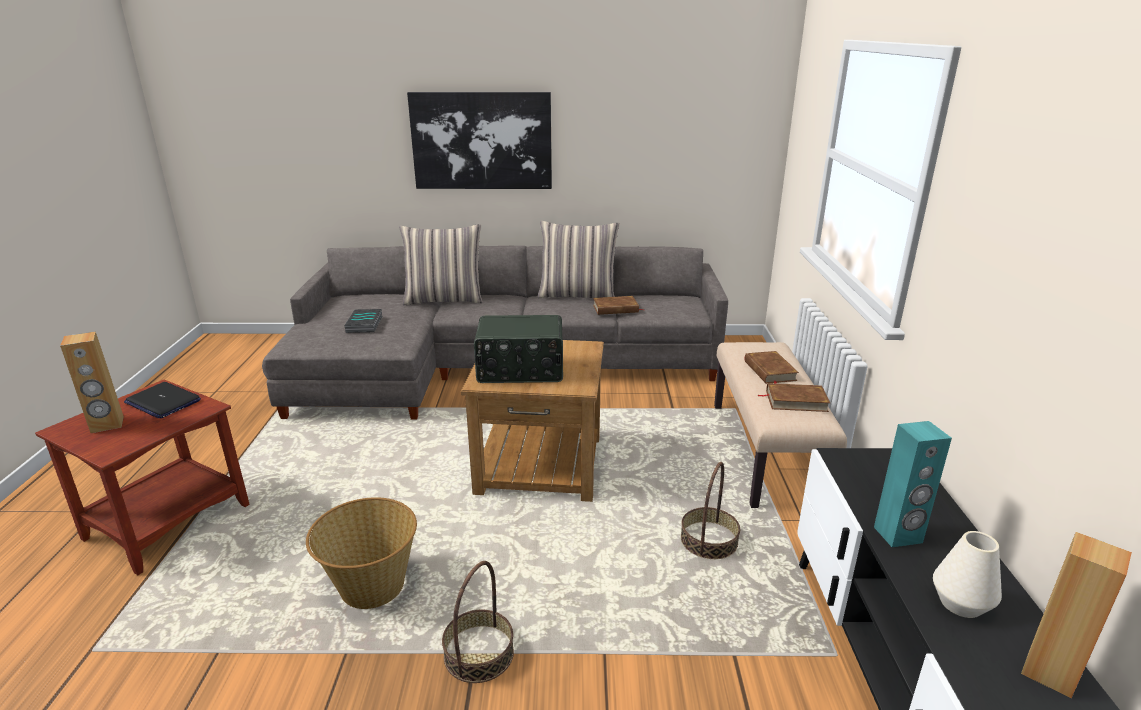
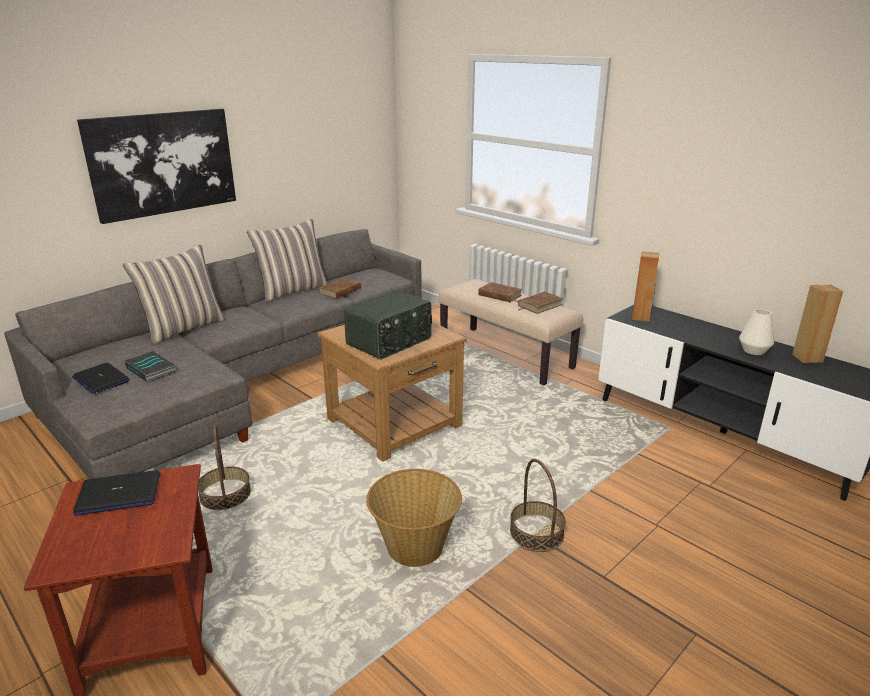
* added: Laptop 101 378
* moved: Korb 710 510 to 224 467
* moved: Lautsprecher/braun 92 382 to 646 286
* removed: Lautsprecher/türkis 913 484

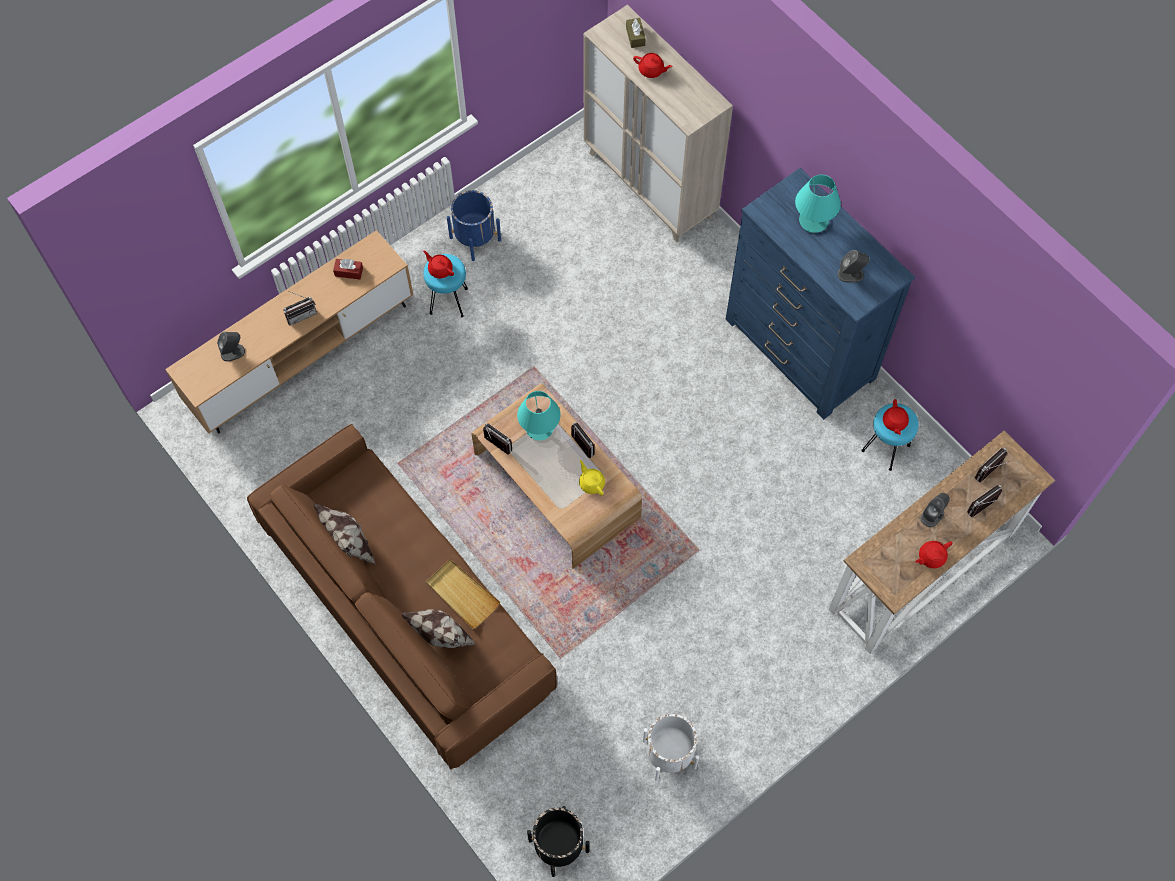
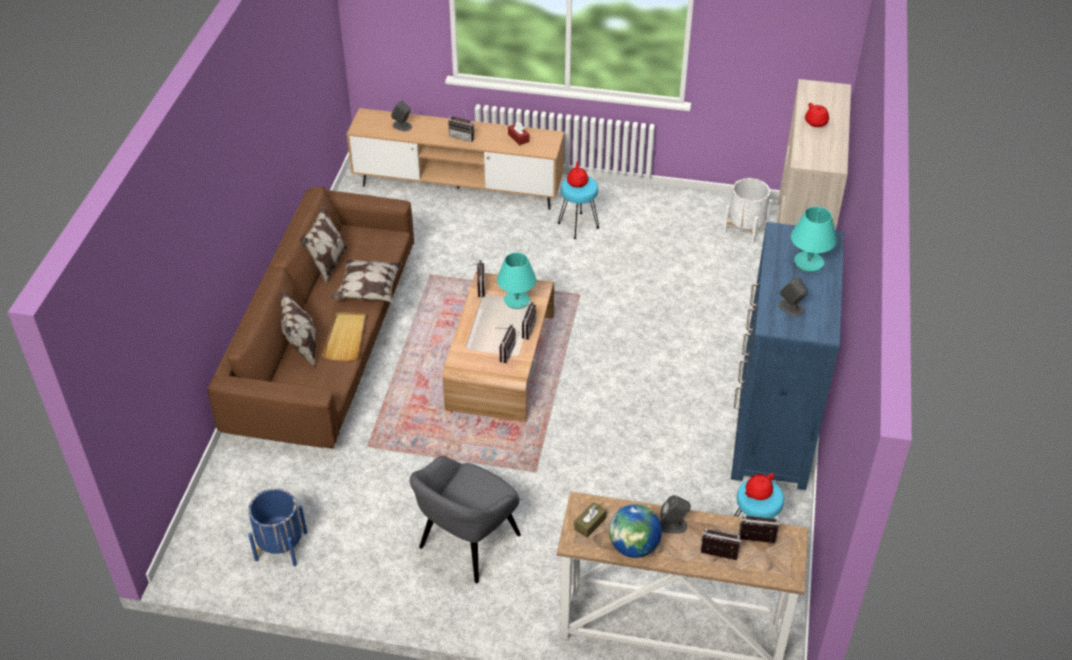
* moved: Pflanzkübel/blau 474 225 to 277 527
* added: Kissen 366 280
* added: Sessel/grau 465 519
* replaced: Teekanne/gelb 592 478 to Radio 507 343
* moved: Taschentuchbox/braun 636 33 to 590 520
* replaced: Teekanne/rot 933 554 to Globus 635 531
* moved: Pflanzkübel/weiß 671 747 to 747 211
* removed: Pflanzkübel/schwarz 558 841

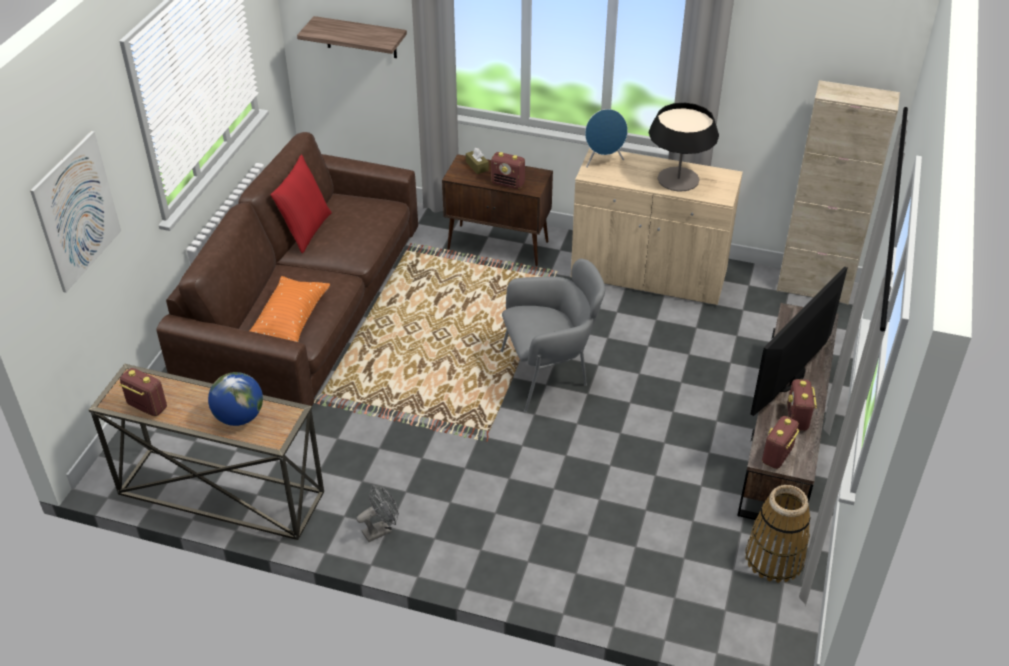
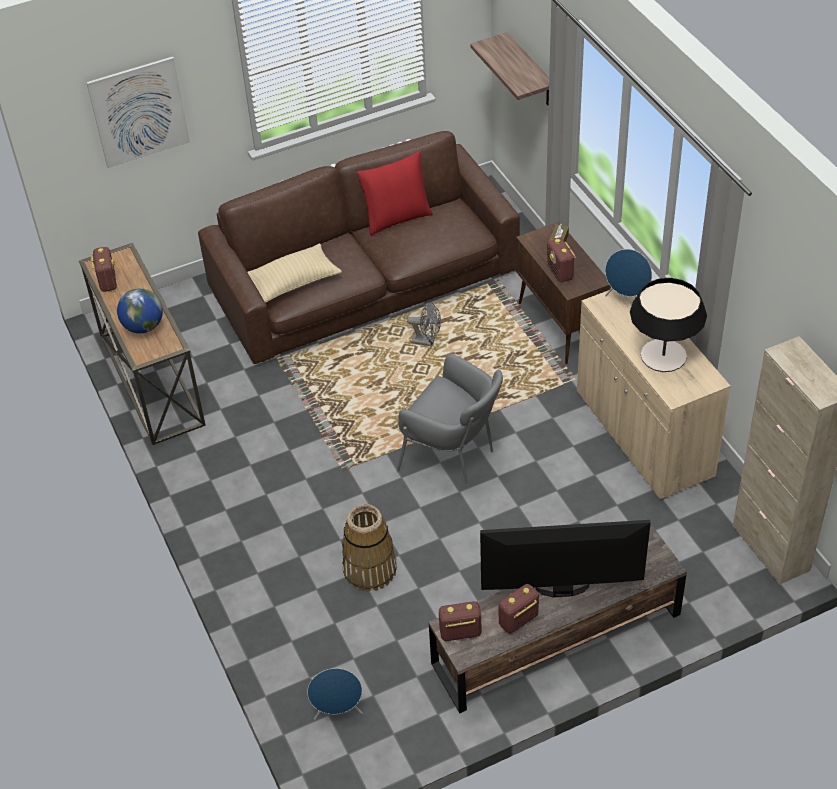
* recoloured: Kissen/orange 289 309 to Kissen/beige 294 273
* added: Lautsprecher/blau 335 694
* moved: Korb 778 534 to 369 548
* moved: Ventilator/grau 377 513 to 424 324

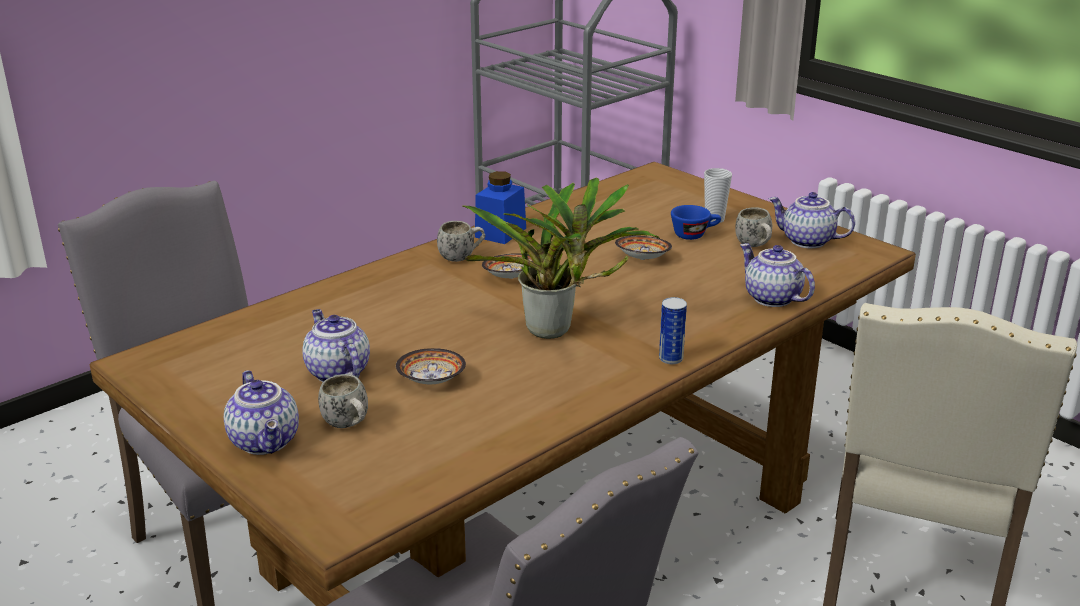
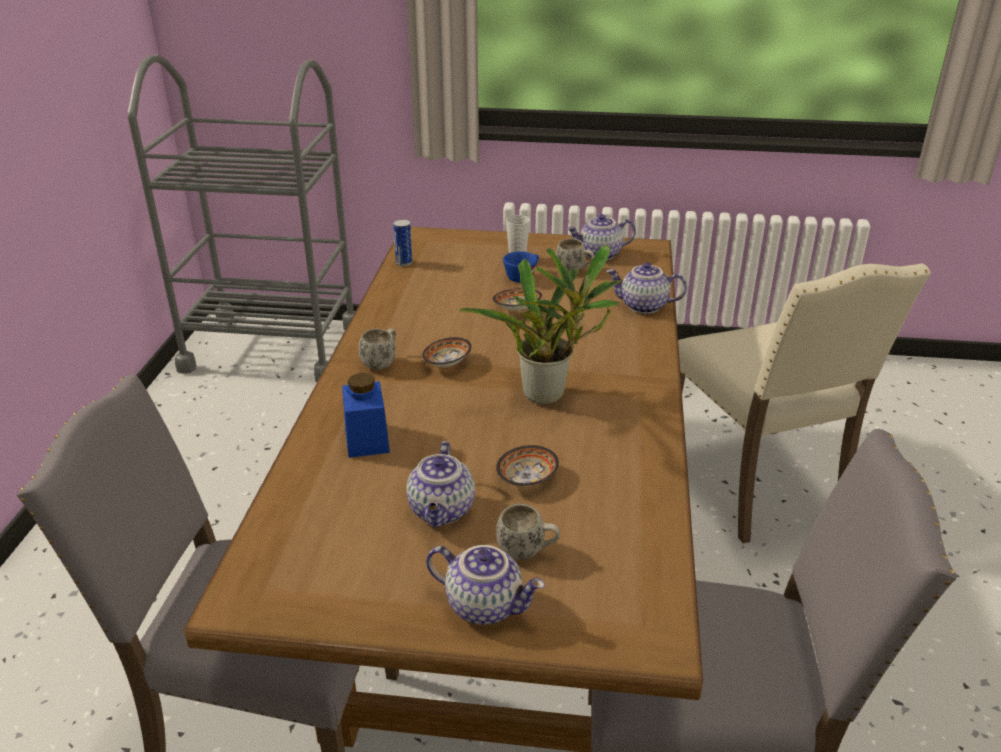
* moved: Vorratsglas/blau 500 207 to 366 415
* moved: Dose 673 330 to 403 242
* turned: Teekanne 336 345 = 440 484 105 degrees counterclockwise

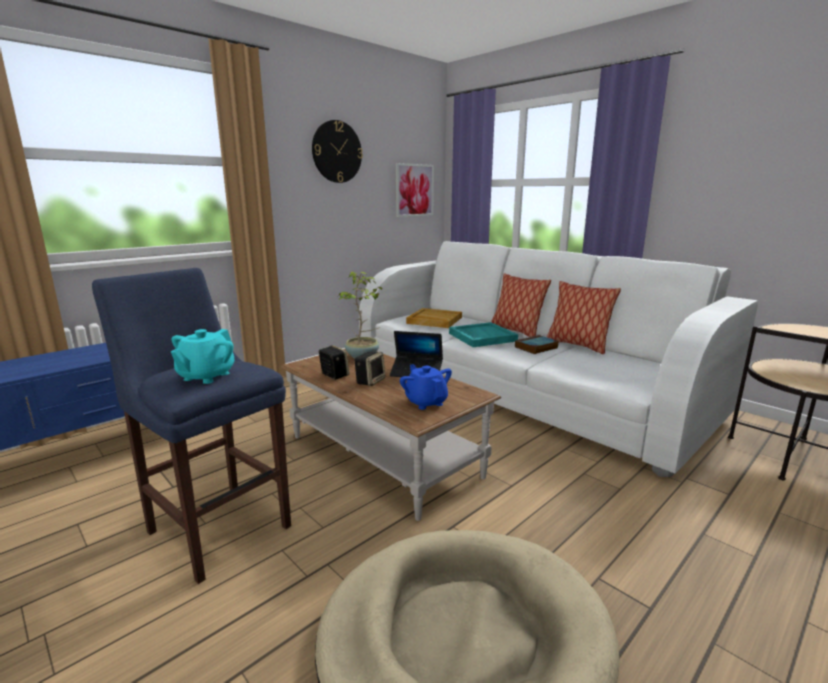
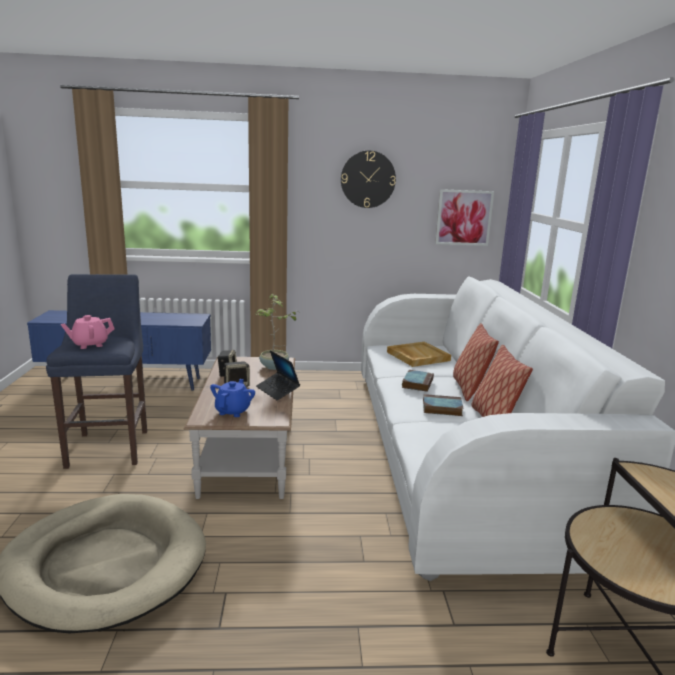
* recoloured: Teekanne/türkis 203 356 to Teekanne/rosa 88 332
* replaced: Tablett/türkis 483 334 to Buch 418 381

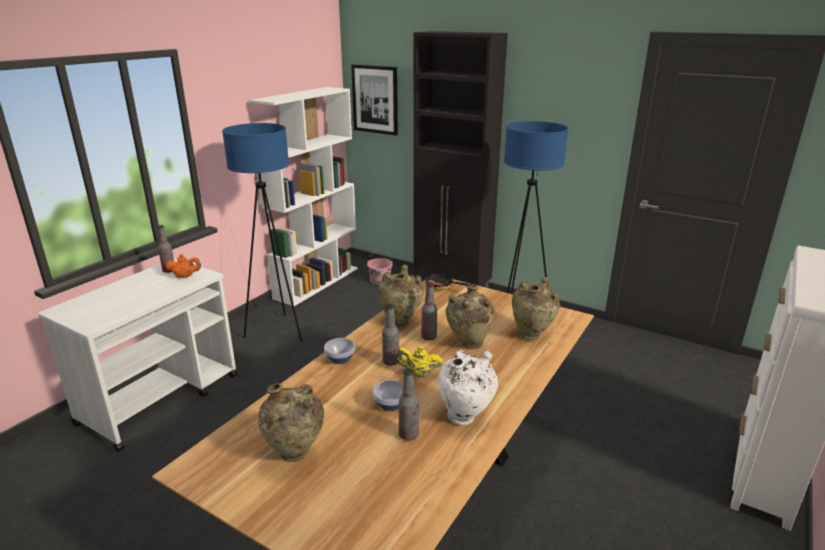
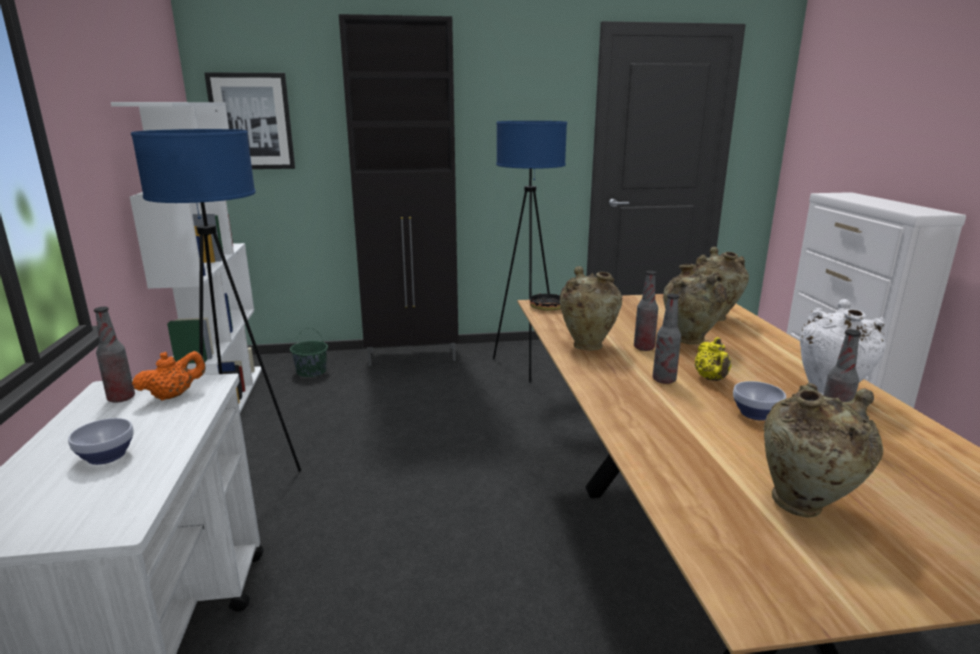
* moved: Schüssel 339 351 to 101 441
* recoloured: Eimer/rosa 380 267 to Eimer/grün 309 352
* turned: Teekanne/gelb 419 362 = 713 359 60 degrees counterclockwise

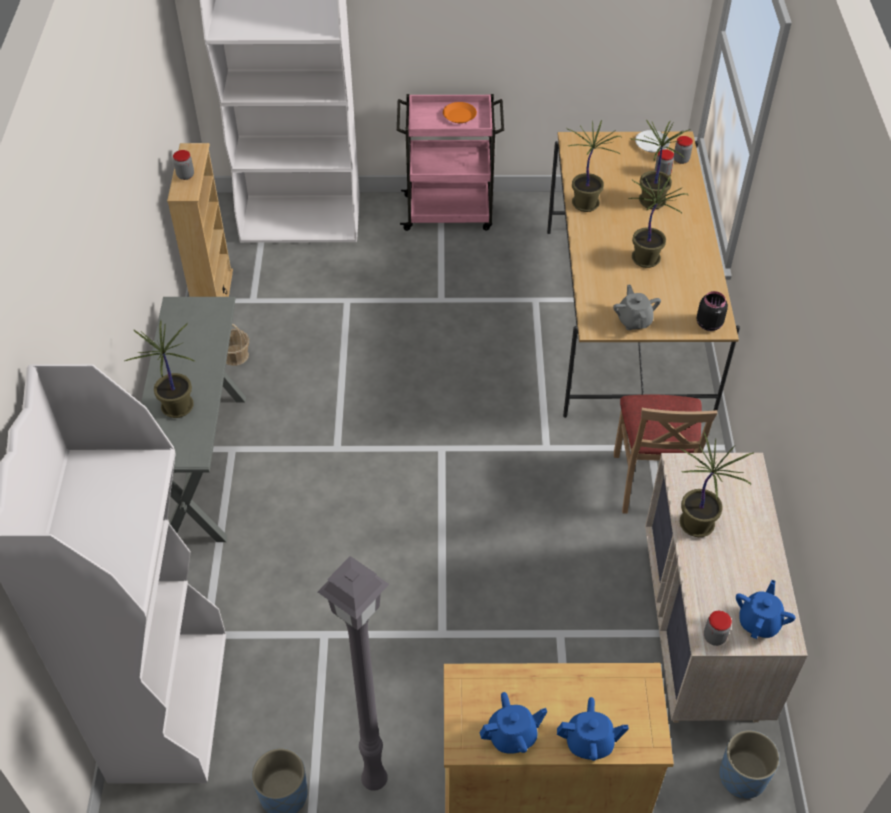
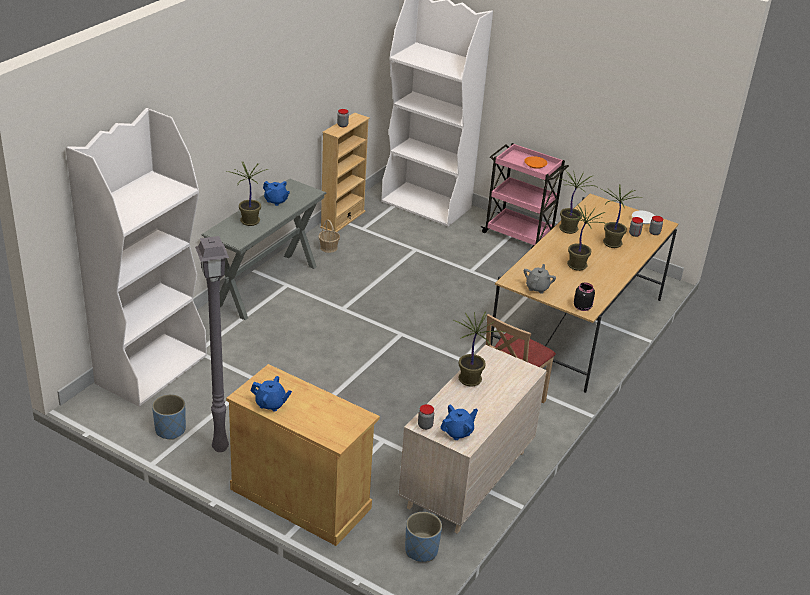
* moved: Teekanne/blau 593 729 to 276 193

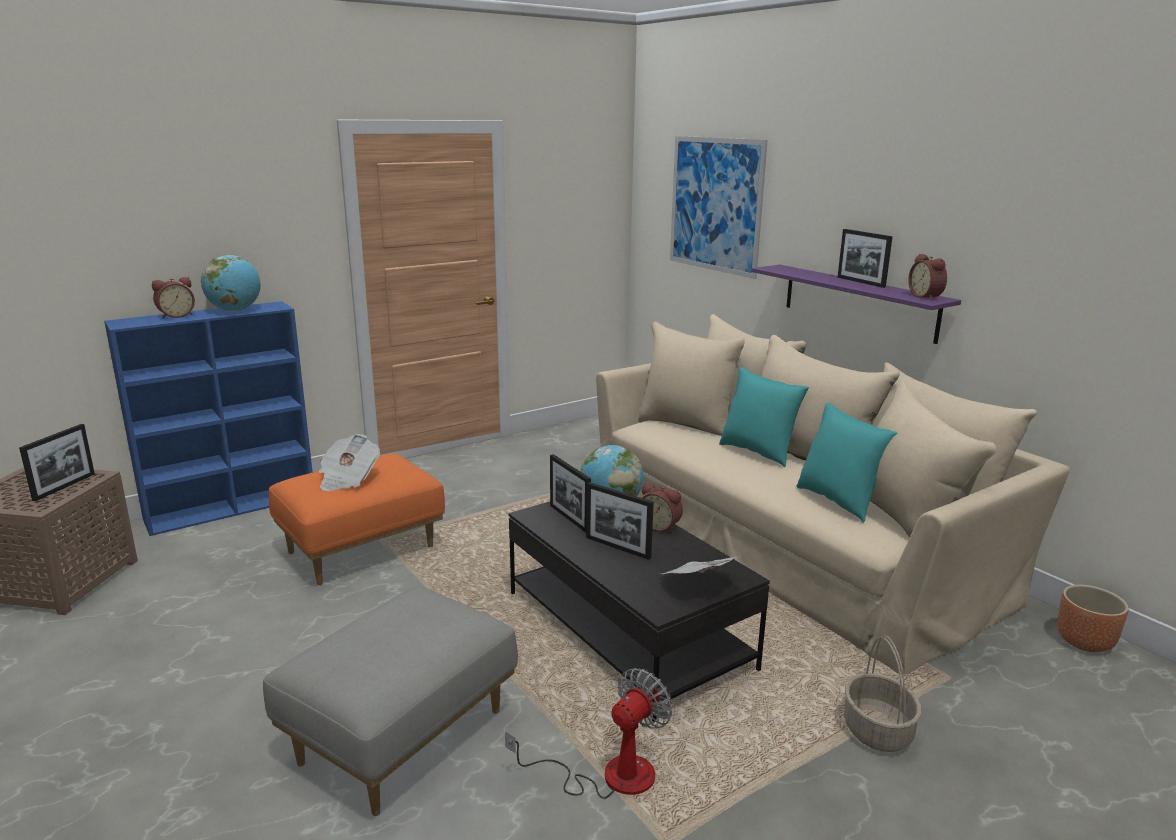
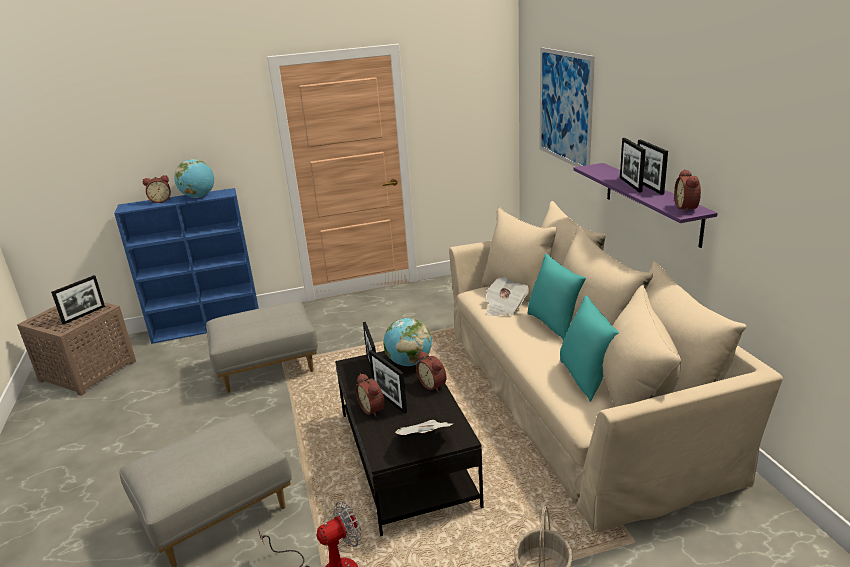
* recoloured: Polsterhocker/orange 357 519 to Polsterhocker/grau 262 347
* added: Wecker 370 395
* moved: Zeitung 349 462 to 507 296
* added: Bilderrahmen 633 165
* removed: Pflanzkübel/braun 1093 618

